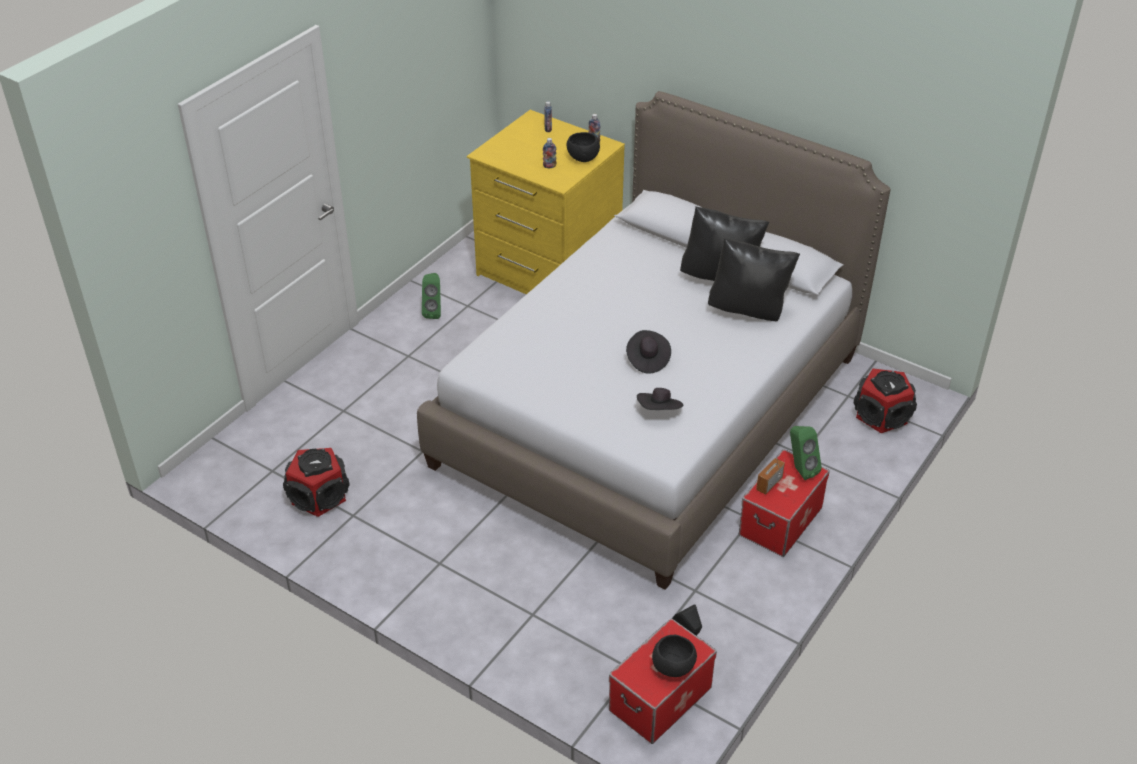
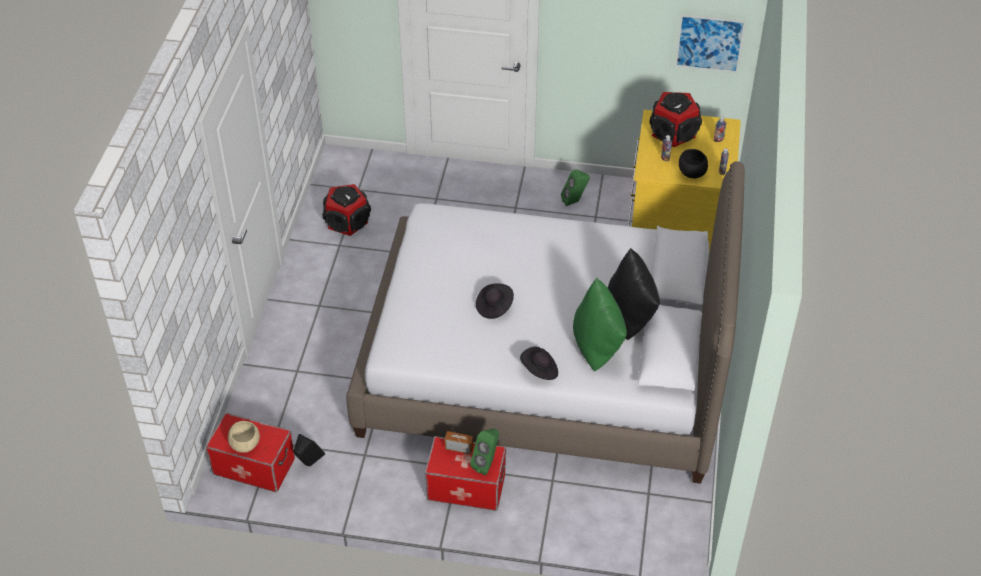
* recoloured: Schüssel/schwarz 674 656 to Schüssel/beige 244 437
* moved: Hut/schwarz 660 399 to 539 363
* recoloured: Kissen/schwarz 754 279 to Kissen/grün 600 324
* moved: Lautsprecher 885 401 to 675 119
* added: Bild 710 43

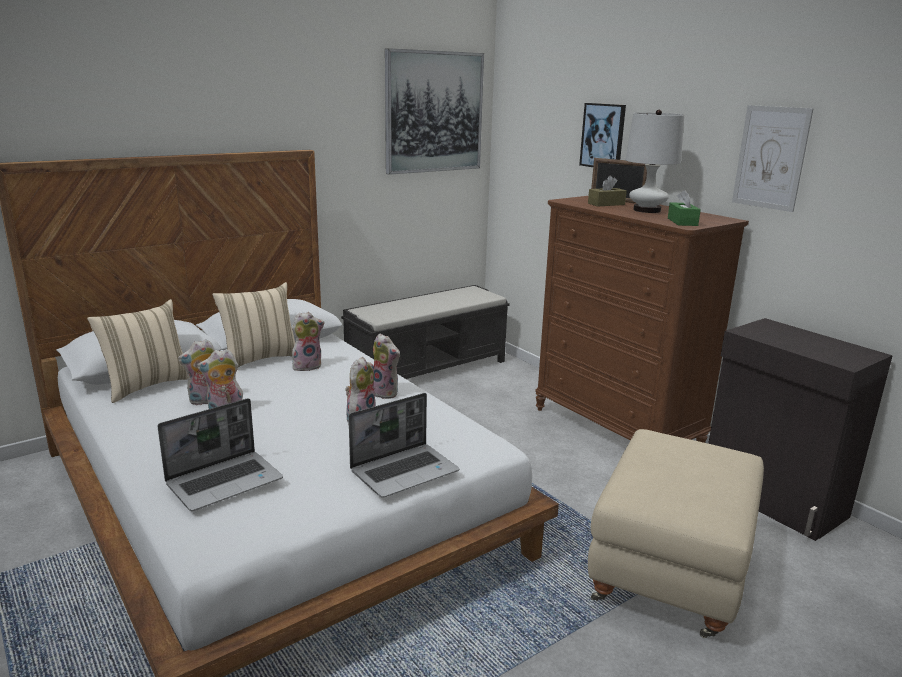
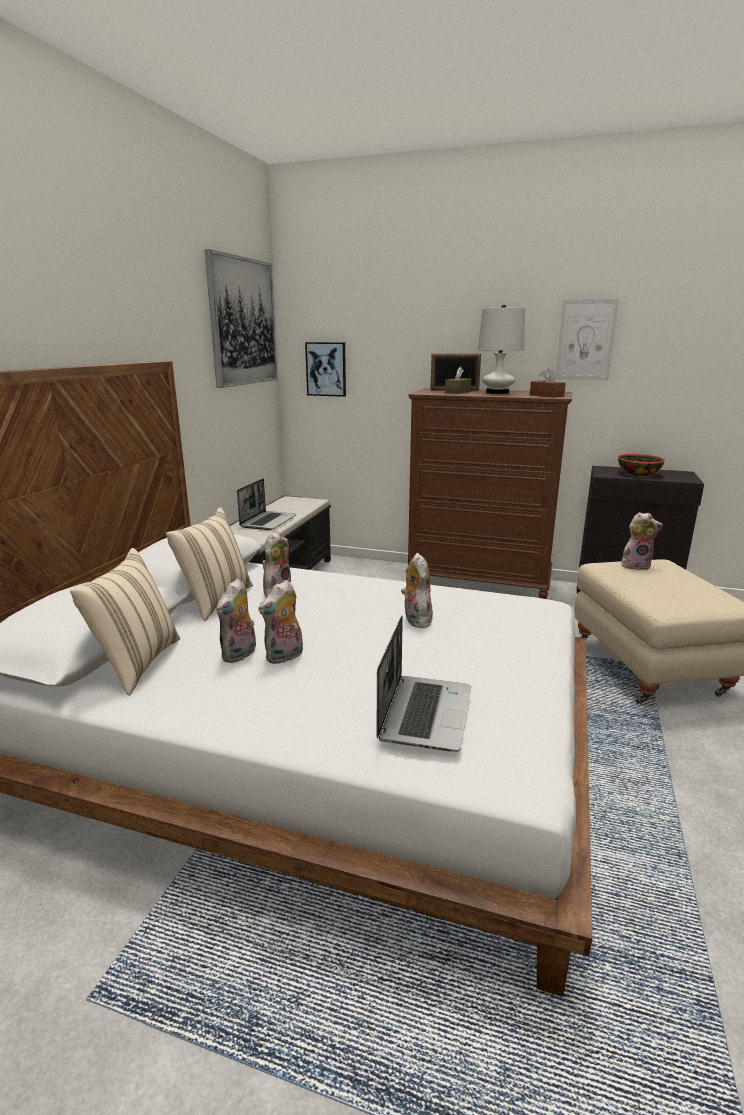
* moved: Laptop 404 445 to 267 504
* moved: Bild 602 135 to 325 369
* recoloured: Taschentuchbox/grün 684 208 to Taschentuchbox/braun 548 383
* added: Schüssel 641 465
* moved: Plüschtier 387 366 to 642 541

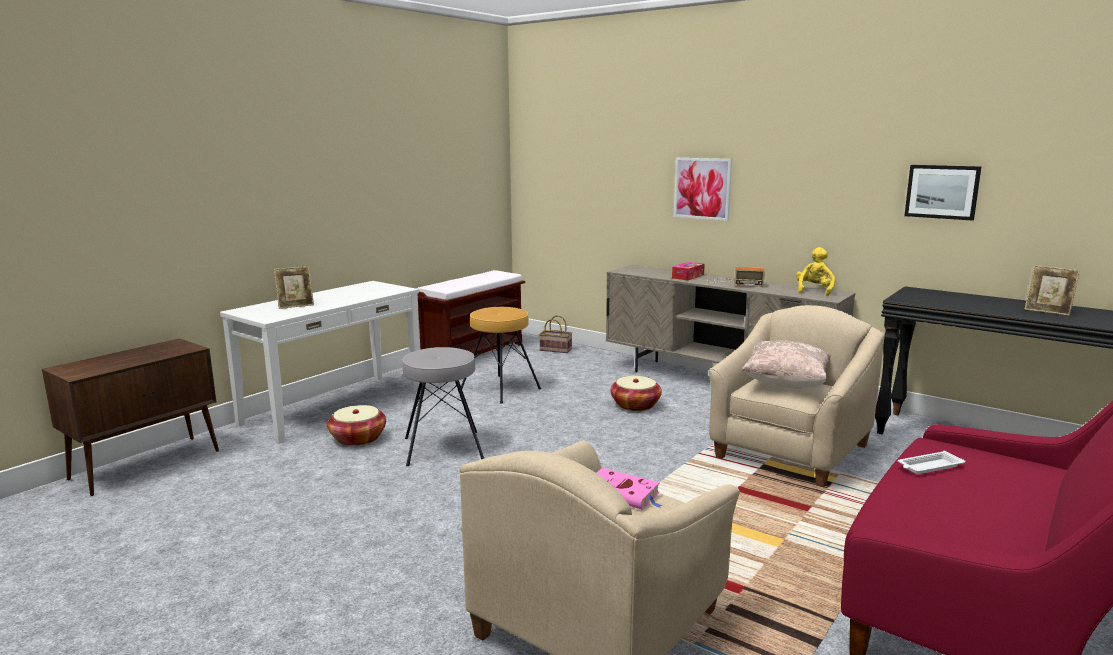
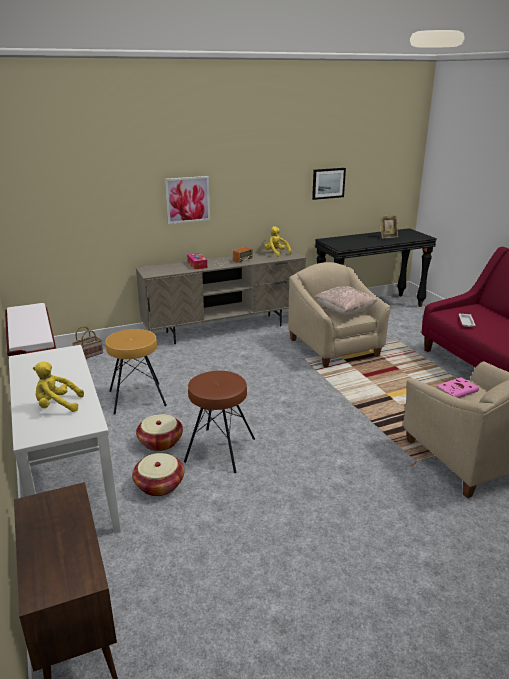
* replaced: Bilderrahmen 294 288 to Plüschtier/gelb 58 386
* moved: Korb 636 393 to 159 432
* recoloured: Hocker/grau 443 406 to Hocker/braun 219 422

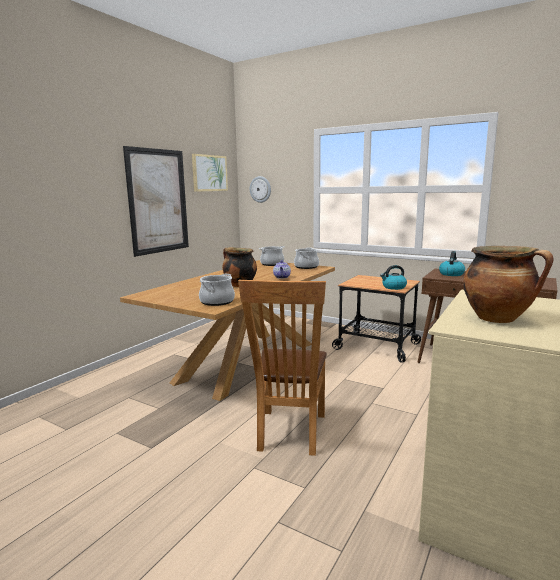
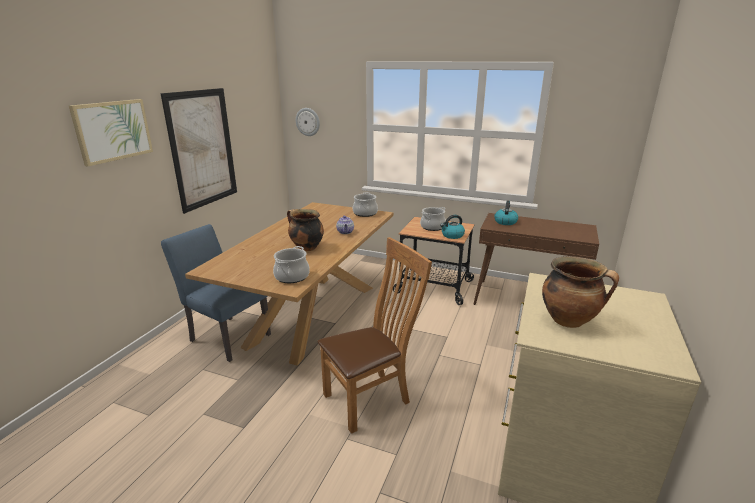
* moved: Bild 210 173 to 111 132
* added: Stuhl/blau 216 293
* turned: Stuhl/braun 282 368 = 374 335 120 degrees counterclockwise
* moved: Kochtopf 272 256 to 433 219

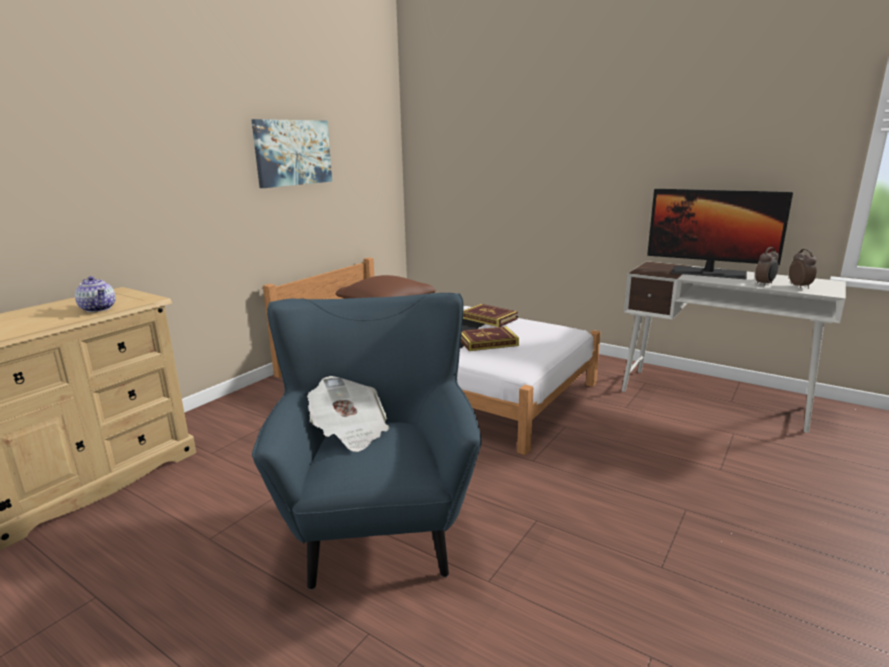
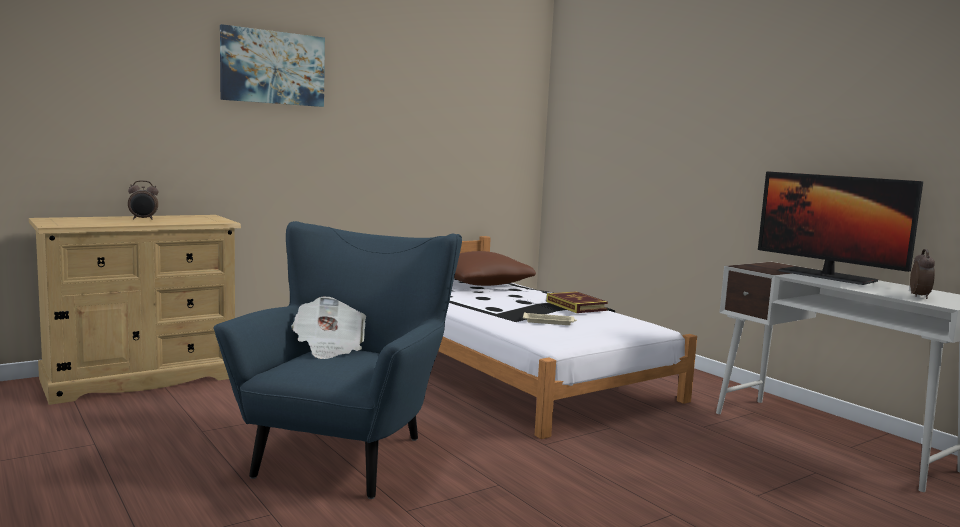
* moved: Wecker 767 266 to 143 200
* moved: Bild 291 153 to 272 65
* replaced: Buch 490 338 to Tablett/beige 550 318
* removed: Teekanne 95 294

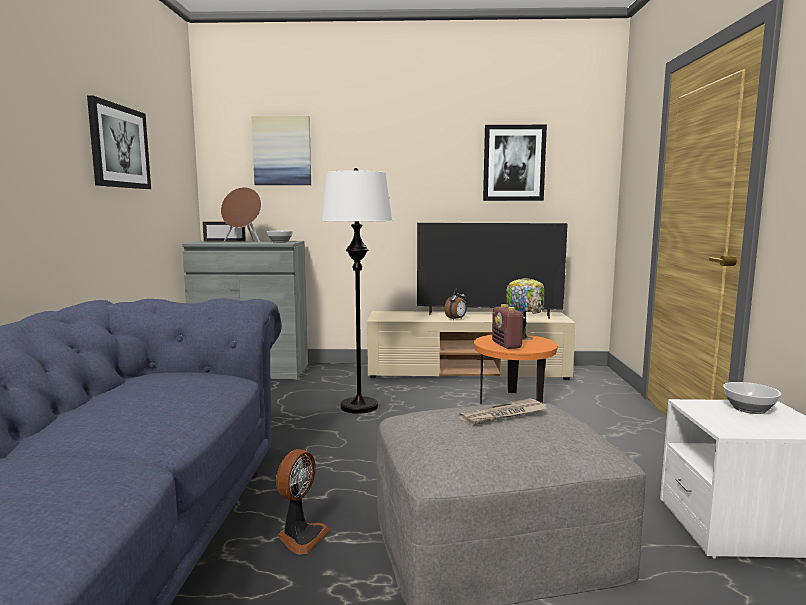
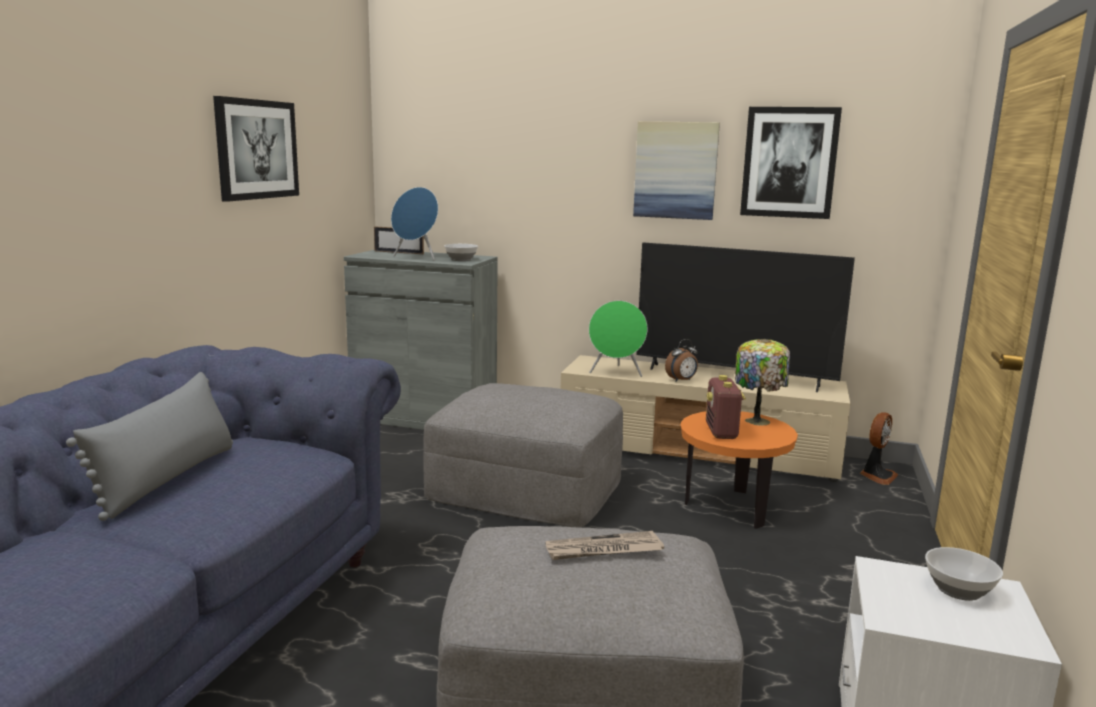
* added: Kissen/grau 149 446
* recoloured: Lautsprecher/braun 241 215 to Lautsprecher/blau 414 223
* replaced: Stehlampe/weiß 357 291 to Polsterhocker/grau 523 455
* added: Lautsprecher/grün 618 339
* moved: Bild 281 150 to 676 170
* moved: Ventilator 303 502 to 879 448

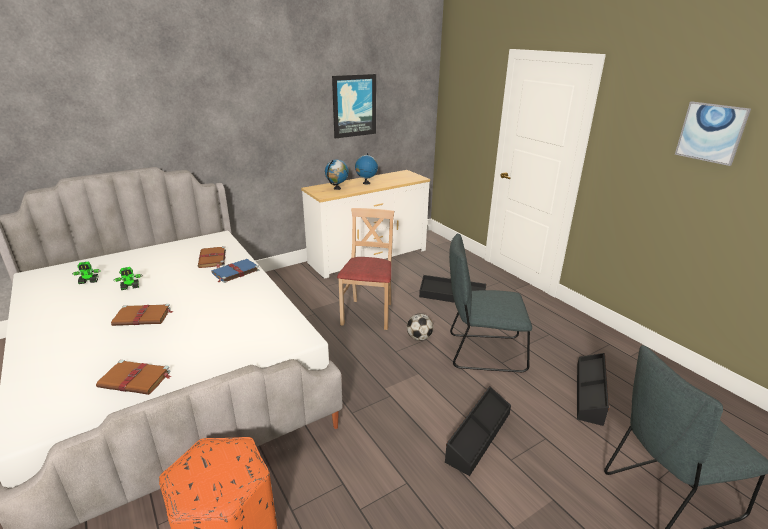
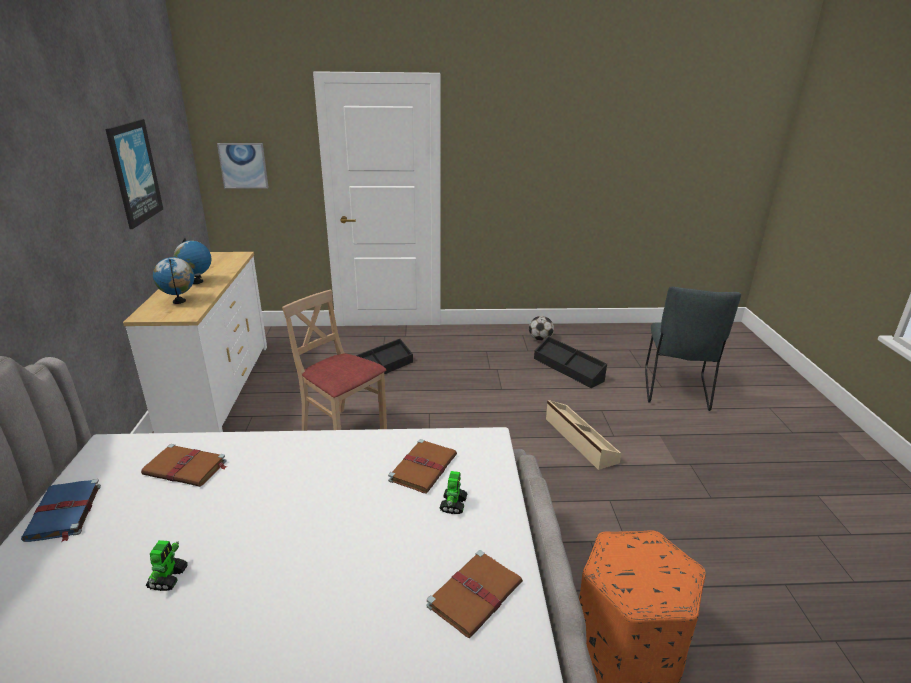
* moved: Buch/blau 235 271 to 61 510
* moved: Bild 713 134 to 243 165
* moved: Buch/braun 142 315 to 422 466
* moved: Spielzeugroboter 86 273 to 454 492
* moved: Fußball 420 327 to 541 328
* recoloured: Aufbewahrungsbox/schwarz 478 431 to Aufbewahrungsbox/beige 583 435
* removed: Stuhl/grau 490 303

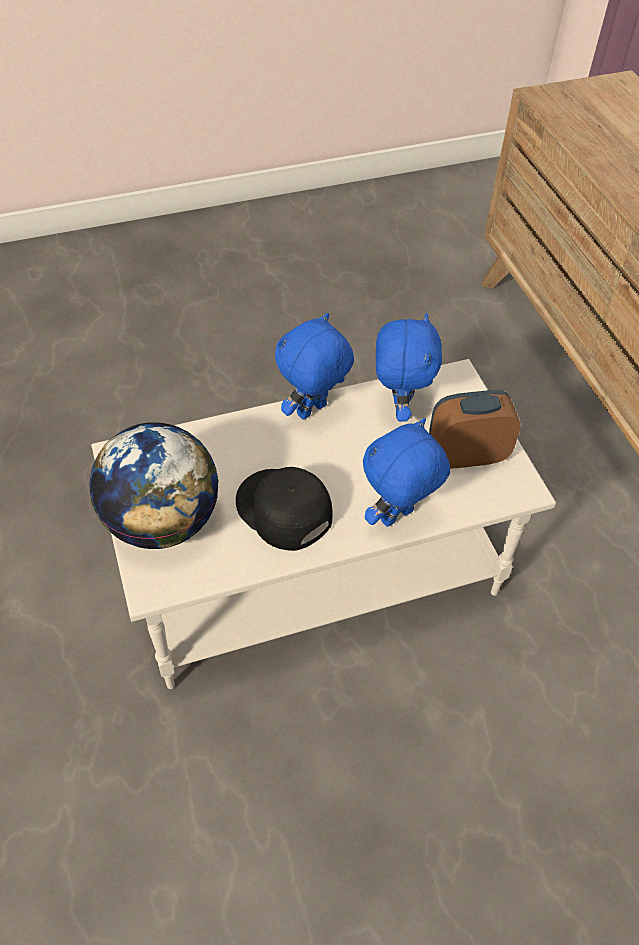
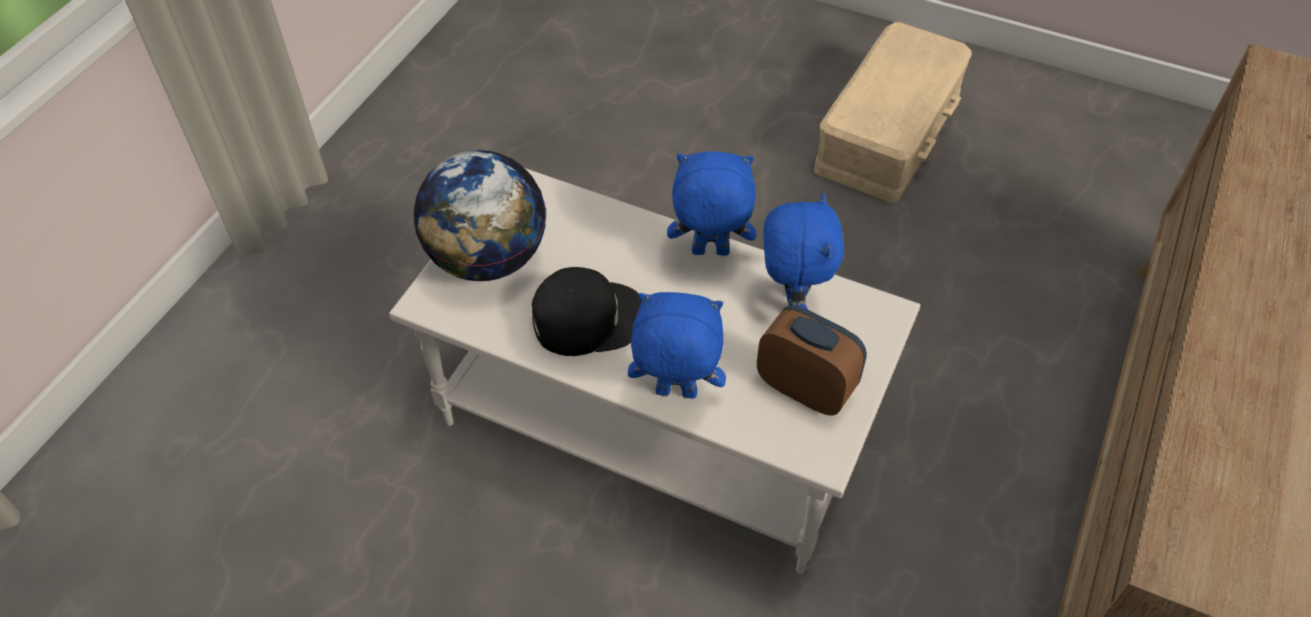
* turned: Kappe/schwarz 284 509 = 586 311 75 degrees clockwise
* turned: Plüschtier/blau 409 367 = 804 251 45 degrees counterclockwise
* added: Aufbewahrungsbox/beige 893 112

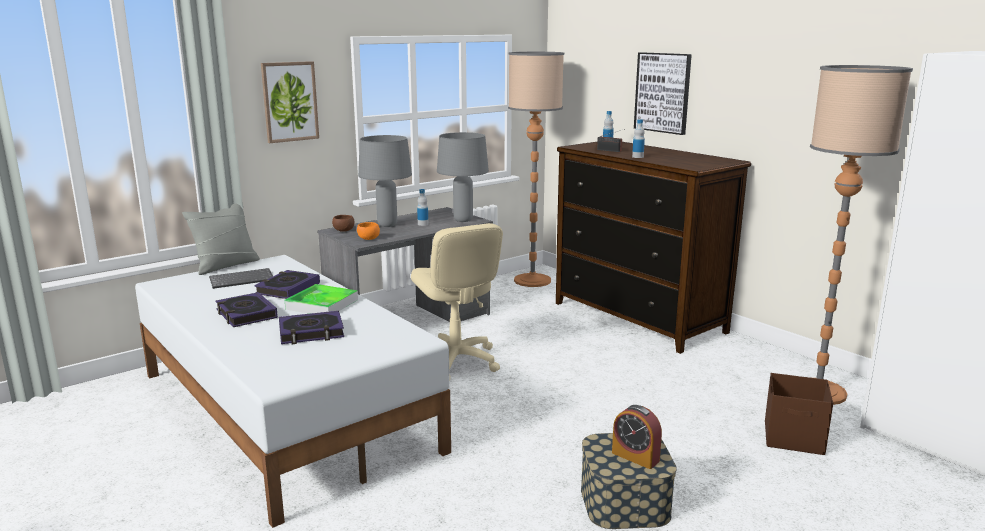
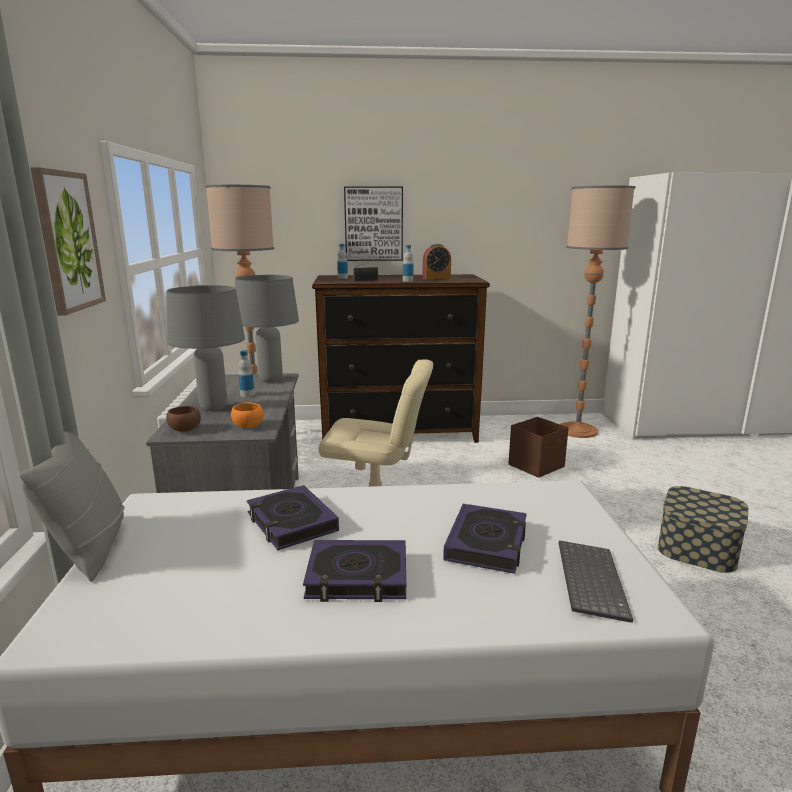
* moved: Wecker 637 437 to 436 261
* moved: Aufbewahrungsbox/braun 799 414 to 539 447
* moved: Tastatur 241 278 to 596 581
* removed: Tablett 321 299

